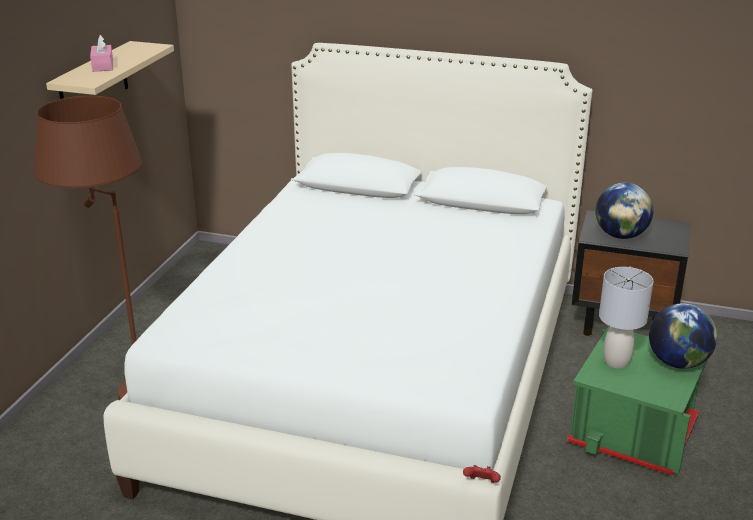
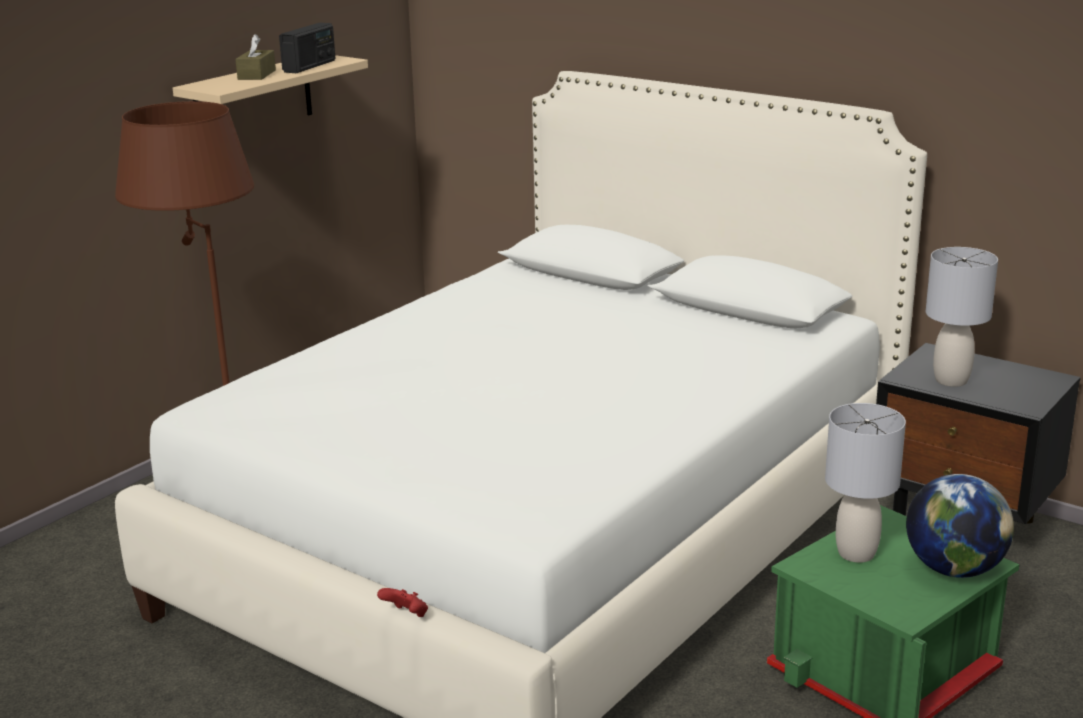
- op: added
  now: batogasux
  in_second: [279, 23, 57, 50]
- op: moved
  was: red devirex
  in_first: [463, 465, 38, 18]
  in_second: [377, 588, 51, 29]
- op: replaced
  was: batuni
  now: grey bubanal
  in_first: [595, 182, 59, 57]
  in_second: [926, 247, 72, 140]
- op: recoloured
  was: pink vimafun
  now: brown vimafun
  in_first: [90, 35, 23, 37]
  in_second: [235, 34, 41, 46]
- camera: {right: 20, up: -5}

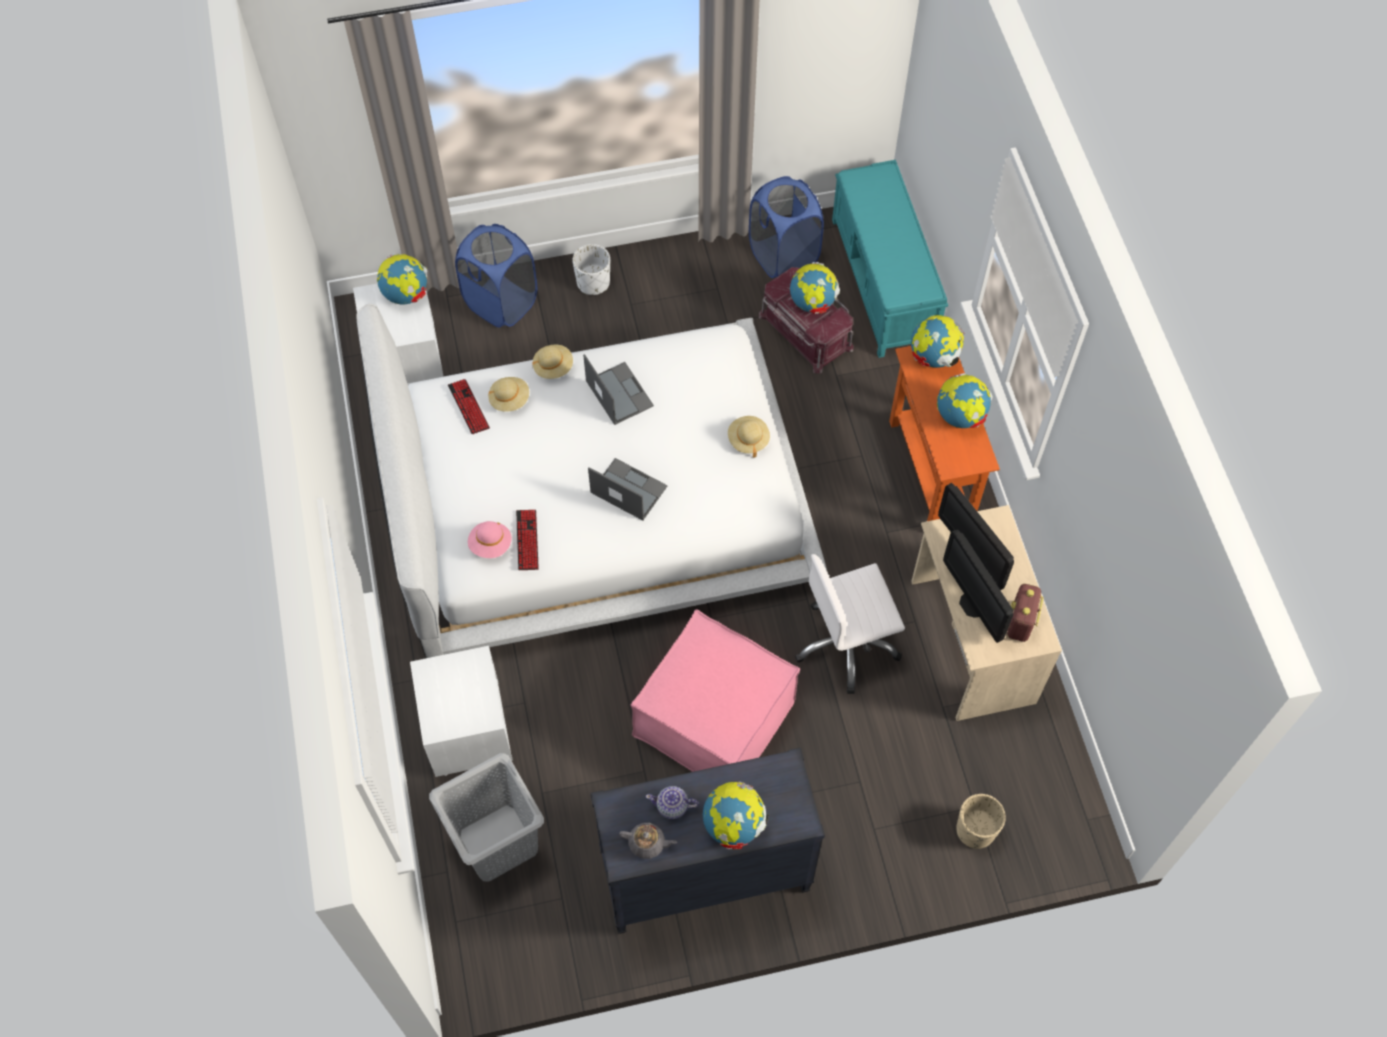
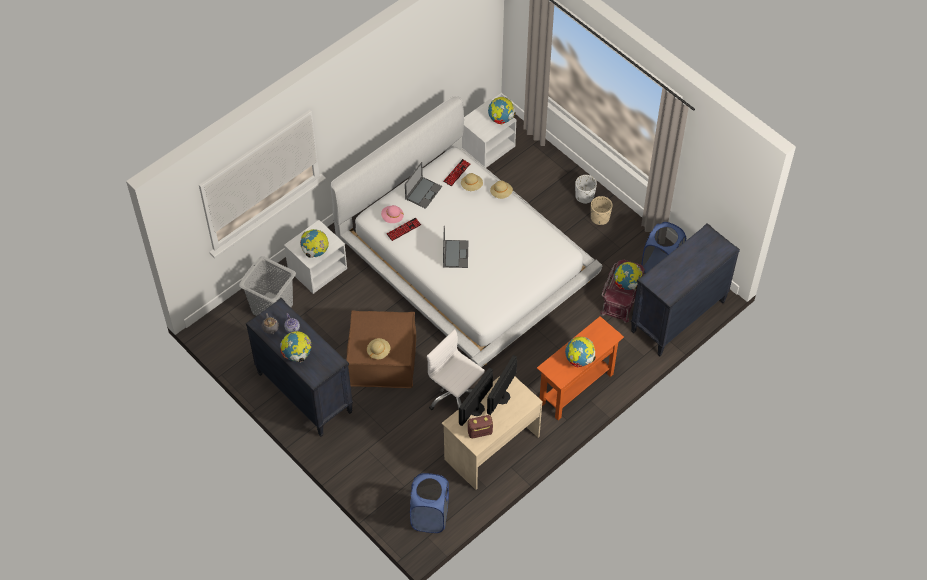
- op: moved
  was: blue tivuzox
  in_first: [455, 224, 82, 103]
  in_second: [410, 473, 39, 60]
- op: moved
  was: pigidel
  in_first: [583, 354, 71, 71]
  in_second: [405, 162, 37, 47]
- op: moved
  was: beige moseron
  in_first: [728, 416, 42, 42]
  in_second: [367, 338, 23, 21]
- op: moved
  was: batuni
  in_first: [911, 315, 53, 53]
  in_second: [300, 229, 29, 29]
- op: moved
  was: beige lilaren
  in_first: [956, 794, 50, 55]
  in_second: [591, 196, 21, 29]
- op: replaced
  was: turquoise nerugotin
  now: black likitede
  in_first: [832, 160, 116, 198]
  in_second: [631, 223, 109, 133]
- op: recoloured
  was: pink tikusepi
  now: brown tikusepi
  in_first: [630, 609, 170, 163]
  in_second: [346, 310, 70, 78]
- camera: {right: 60, up: -5}

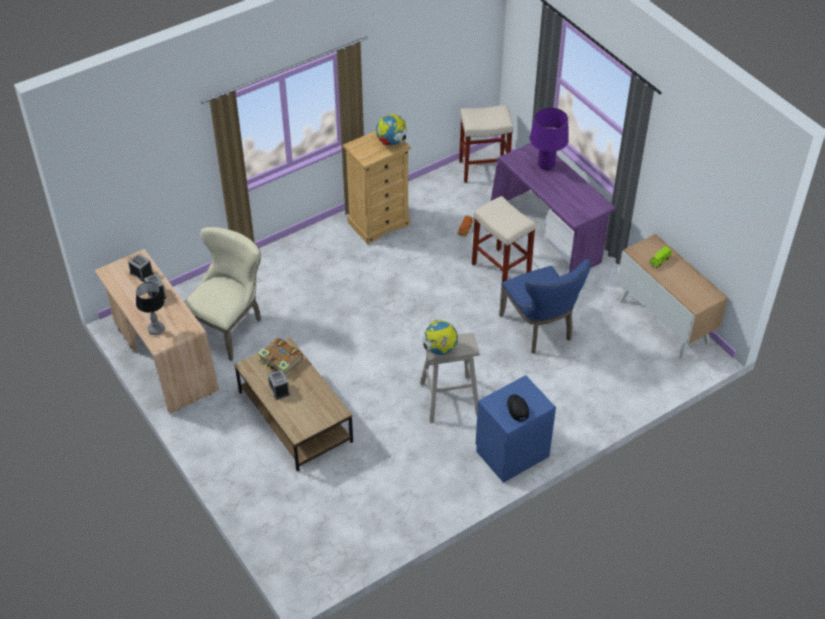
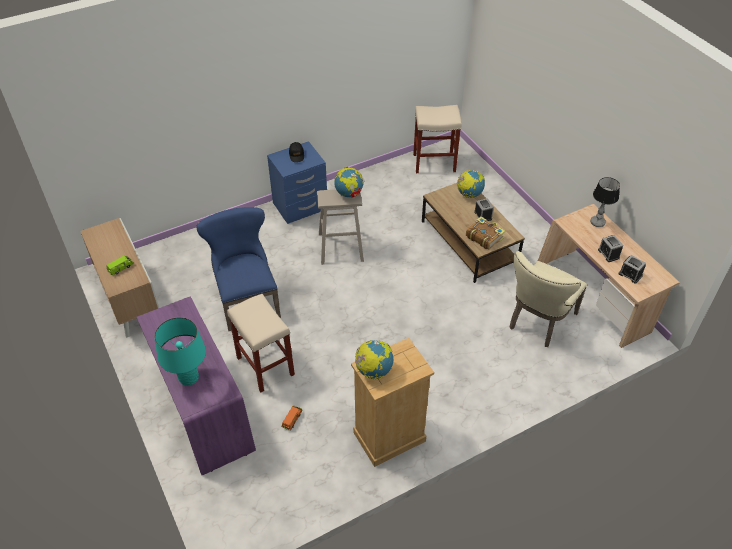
- op: added
  now: batuni
  in_second: [457, 170, 28, 28]
- op: moved
  was: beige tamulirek
  in_first: [459, 104, 55, 79]
  in_second: [413, 105, 49, 68]
- op: recoloured
  was: purple bubanal
  now: turquoise bubanal
  in_first: [530, 107, 39, 63]
  in_second: [154, 317, 52, 69]
- camera: {right: -175, up: 0}

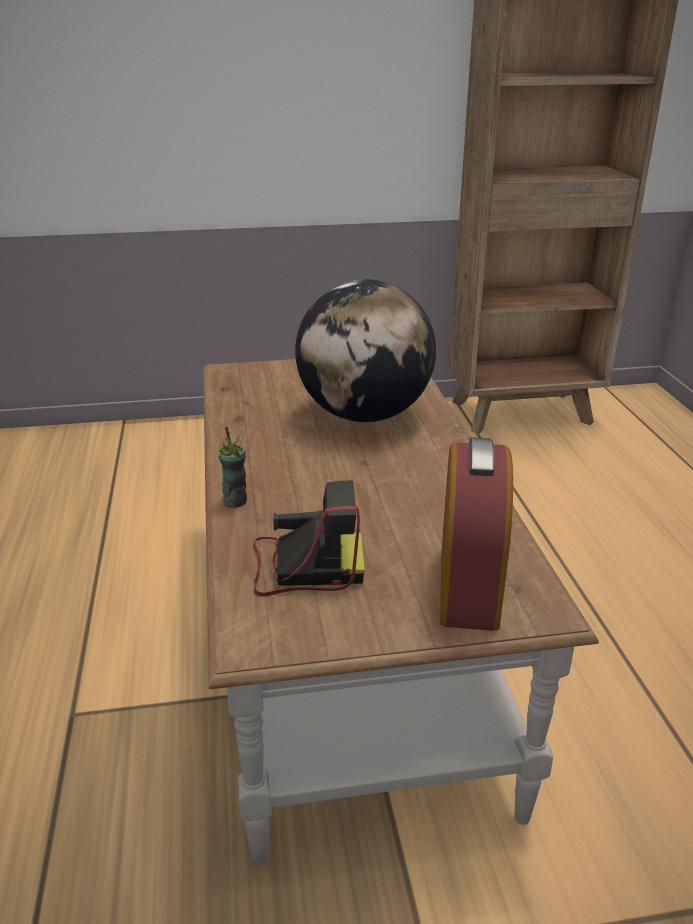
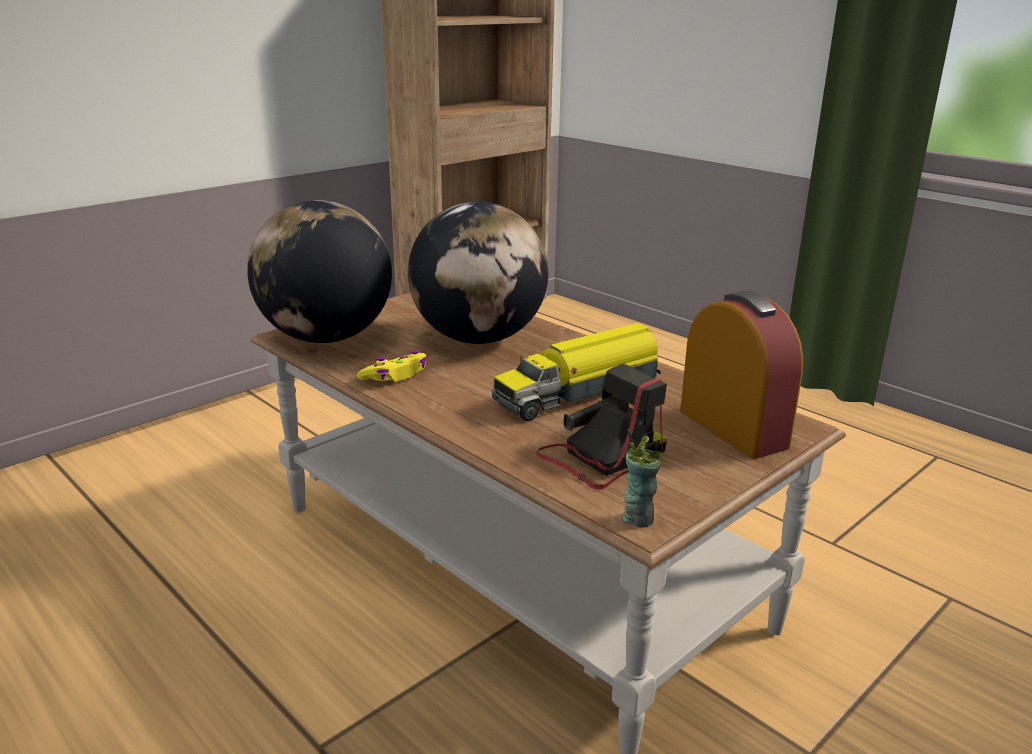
- op: added
  now: batuni
  in_second: [247, 200, 145, 143]
- op: added
  now: yellow devirex
  in_second: [356, 350, 72, 31]
- op: added
  now: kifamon
  in_second: [492, 323, 169, 98]
- op: moved
  was: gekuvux
  in_first: [217, 427, 30, 81]
  in_second: [622, 429, 40, 99]
- camera: {right: -35, up: -5}

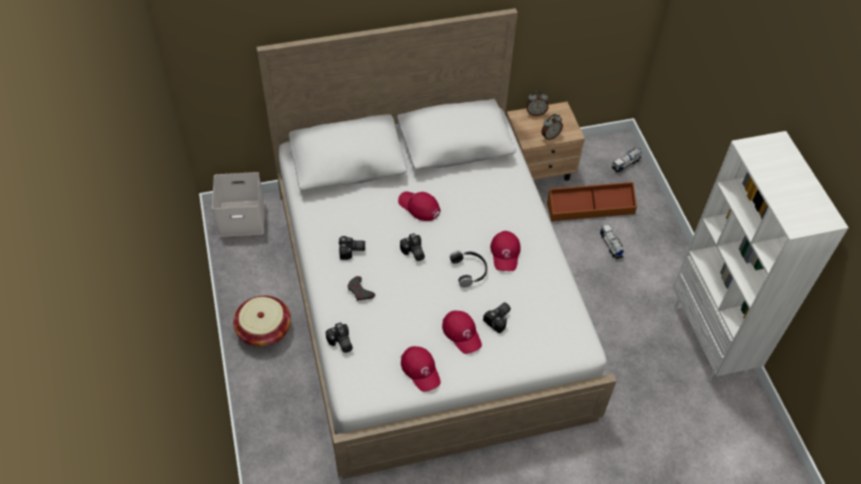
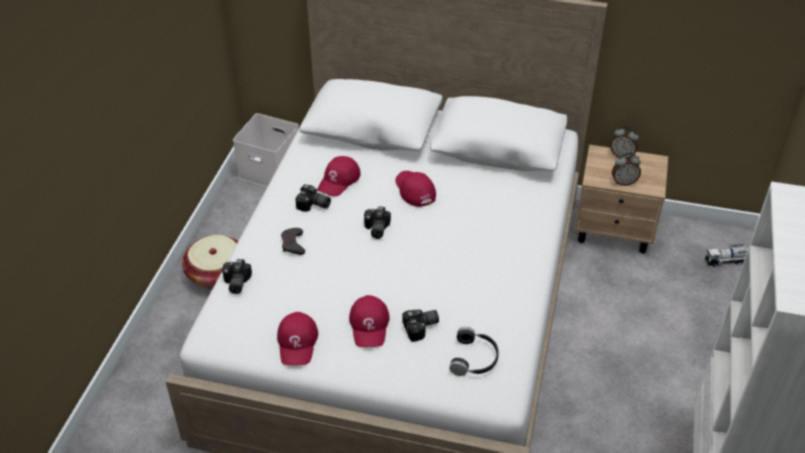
- op: removed
  was: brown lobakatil
  in_first: [547, 182, 90, 39]
- op: removed
  was: kifamon
  in_first: [600, 224, 24, 35]
- op: moved
  was: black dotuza
  in_first: [449, 251, 38, 36]
  in_second: [449, 327, 50, 49]
- op: moved
  was: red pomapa
  in_first: [490, 231, 31, 40]
  in_second: [317, 156, 44, 41]
- camera: {right: 30, up: -10}

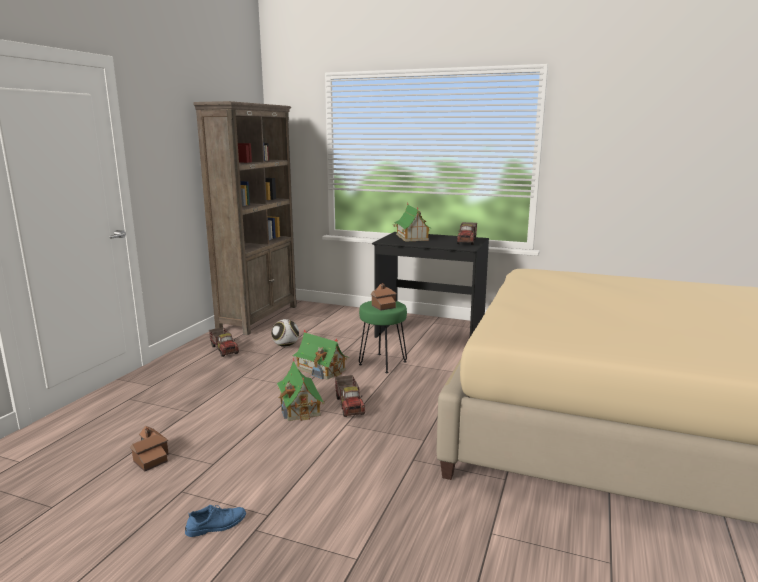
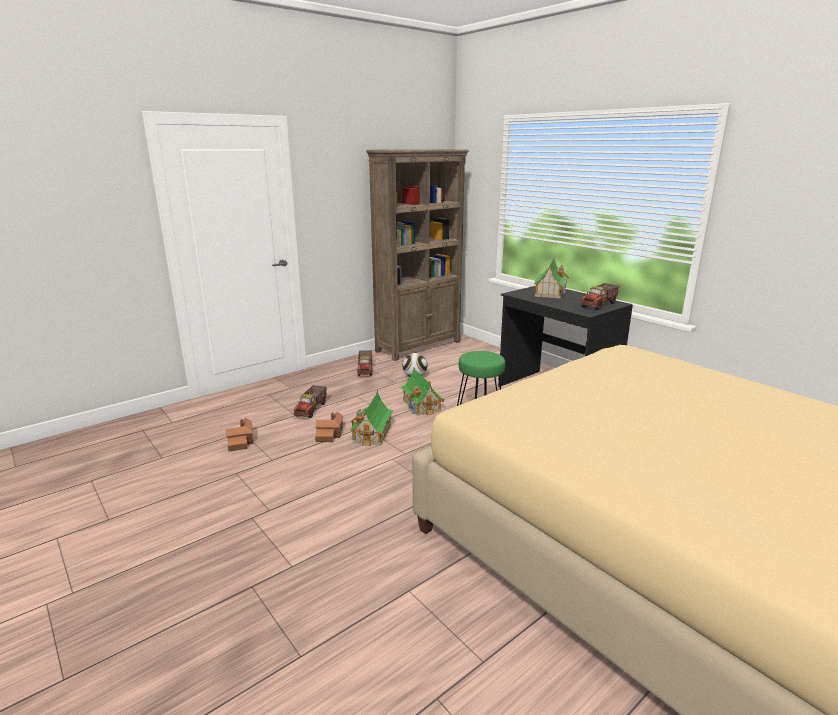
- op: removed
  was: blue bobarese
  in_first: [185, 505, 61, 32]
- op: moved
  was: kifamon
  in_first: [335, 375, 30, 42]
  in_second: [294, 385, 33, 33]
- op: moved
  was: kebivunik
  in_first: [371, 283, 26, 28]
  in_second: [315, 412, 28, 30]
- camera: {right: 30, up: 5}

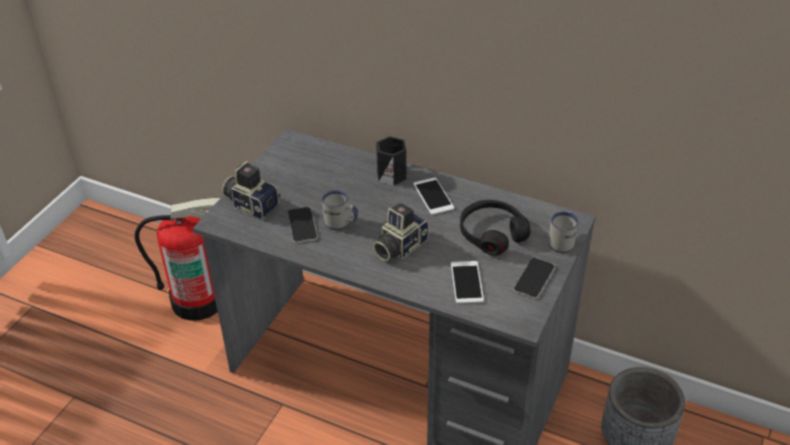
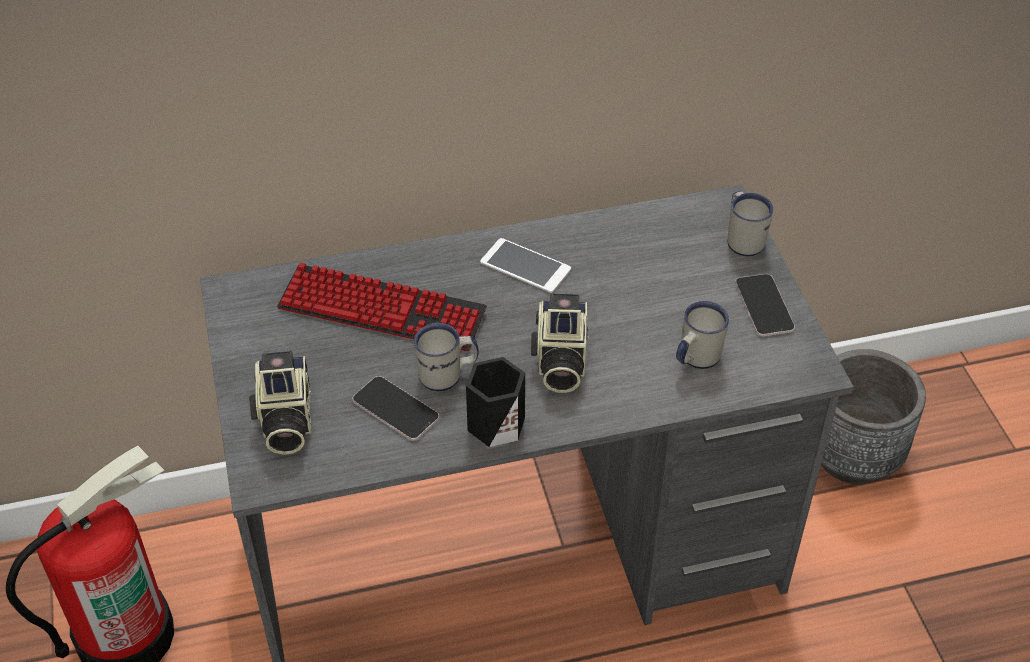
- op: removed
  was: black dotuza
  in_first: [460, 200, 70, 56]
- op: added
  now: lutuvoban
  in_second: [277, 262, 210, 89]
- op: moved
  was: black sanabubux
  in_first: [376, 136, 30, 50]
  in_second: [466, 357, 59, 90]
- op: replaced
  was: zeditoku
  now: white sanabubux
  in_first: [451, 261, 33, 43]
  in_second: [676, 301, 53, 68]
- op: turned
  was: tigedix
  in_first: [222, 161, 59, 59]
  in_second: [249, 351, 62, 104]
  clockwise: -90
- camera: {right: -40, up: 5}

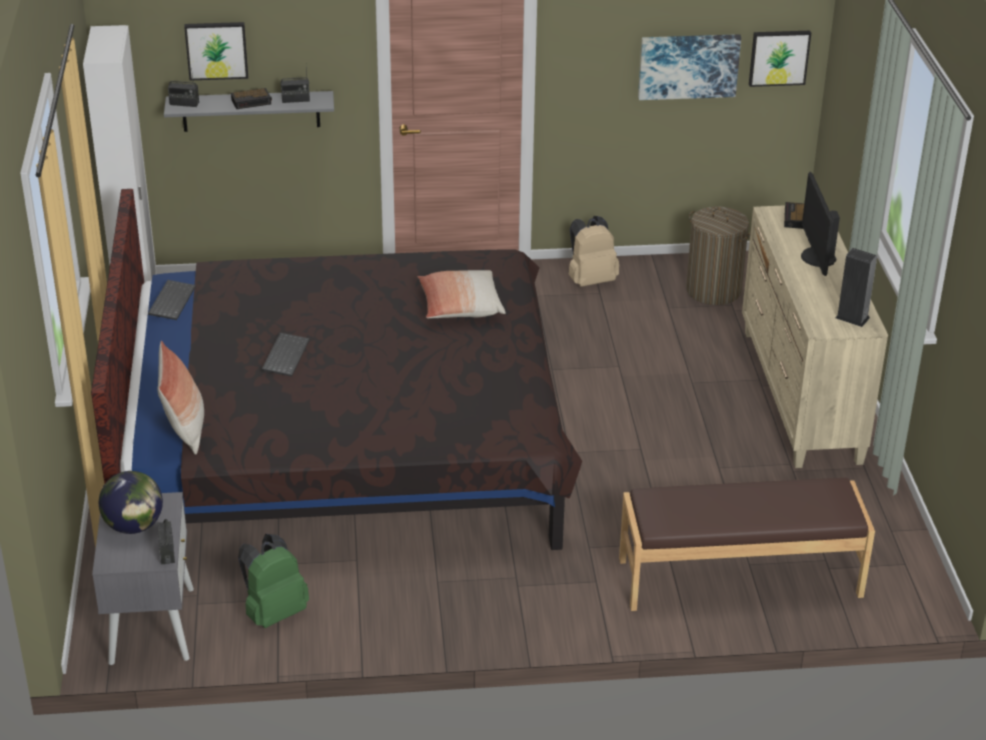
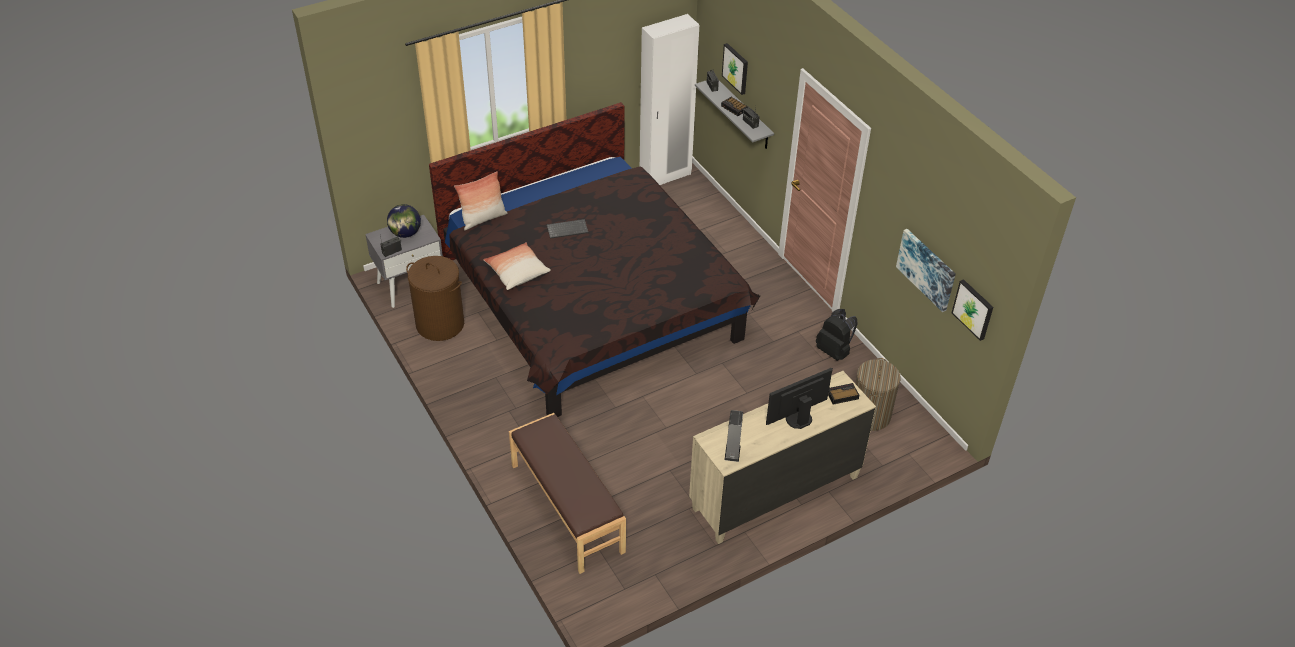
- op: removed
  was: lutuvoban
  in_first: [148, 280, 48, 40]
- op: moved
  was: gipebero
  in_first: [418, 270, 88, 48]
  in_second: [484, 243, 67, 47]
- op: replaced
  was: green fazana
  now: brown tivuzox
  in_first: [238, 534, 71, 94]
  in_second: [406, 256, 58, 85]
- op: recoloured
  was: beige fazana
  now: black fazana
  in_first: [569, 216, 50, 71]
  in_second: [816, 309, 41, 52]
- camera: {right: 65, up: 10}

